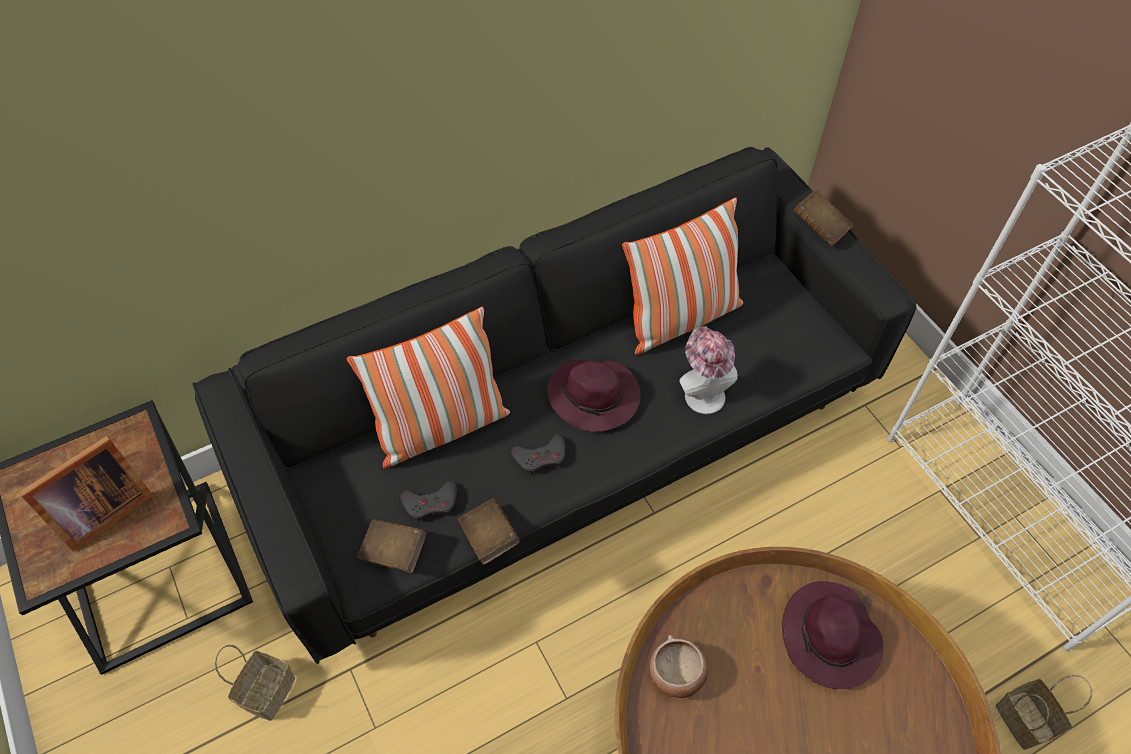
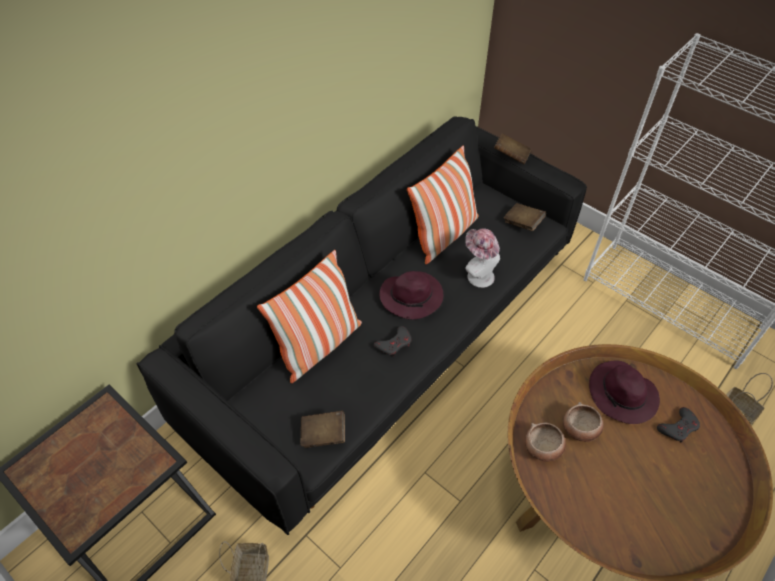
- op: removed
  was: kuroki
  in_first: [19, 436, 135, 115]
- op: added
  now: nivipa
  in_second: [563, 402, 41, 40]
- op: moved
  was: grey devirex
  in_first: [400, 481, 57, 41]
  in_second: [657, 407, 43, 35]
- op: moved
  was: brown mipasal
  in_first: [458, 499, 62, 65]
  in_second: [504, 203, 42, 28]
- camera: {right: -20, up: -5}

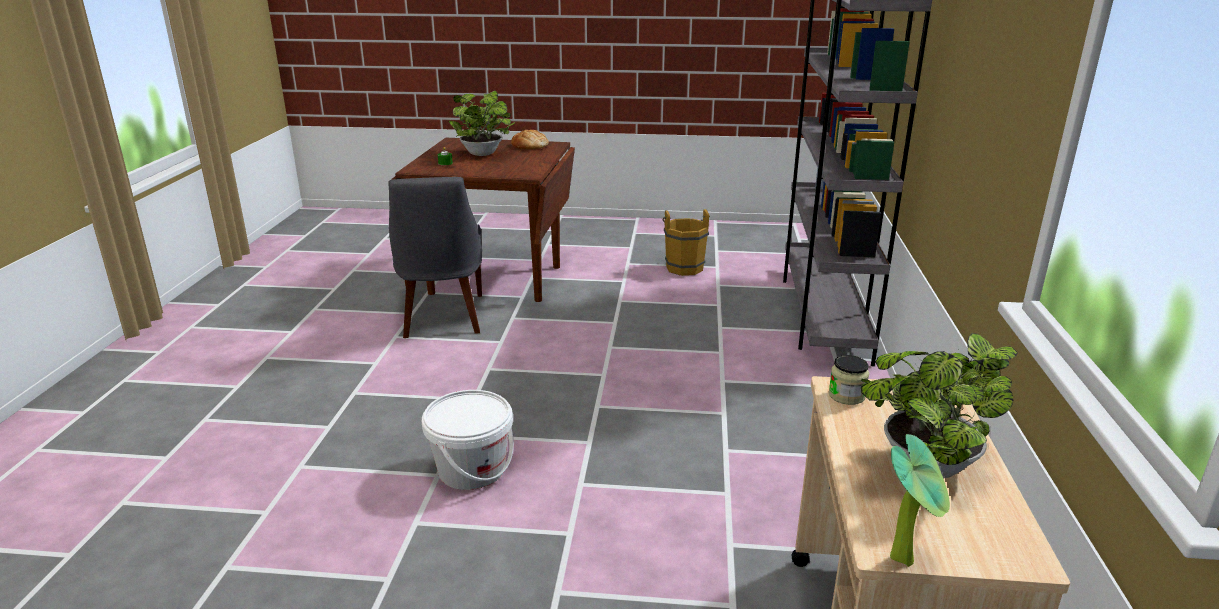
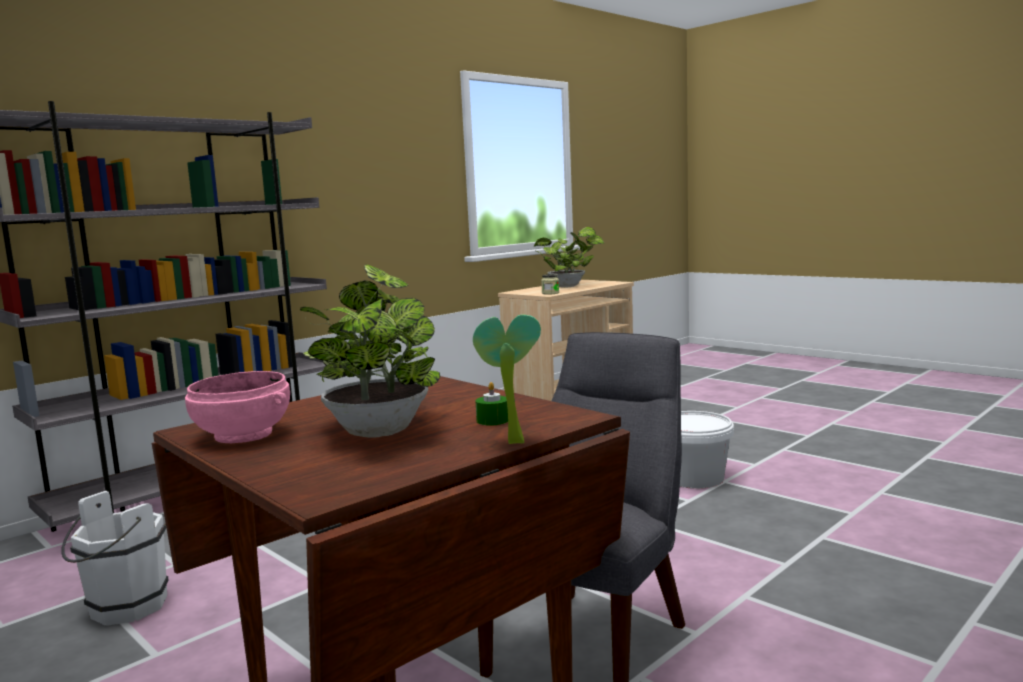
- op: moved
  was: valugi
  in_first: [890, 434, 60, 133]
  in_second: [473, 315, 68, 129]
- op: replaced
  was: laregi
  now: pink nivipa
  in_first: [511, 130, 38, 19]
  in_second: [185, 371, 105, 72]
- op: recoloured
  was: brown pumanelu
  now: white pumanelu
  in_first: [662, 209, 48, 67]
  in_second: [61, 491, 108, 135]
- camera: {right: -140, up: -15}

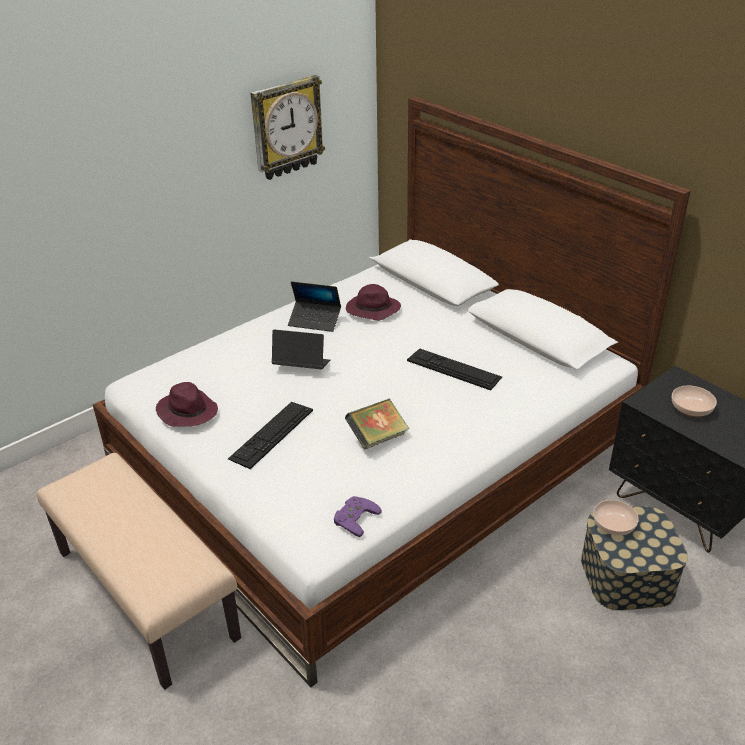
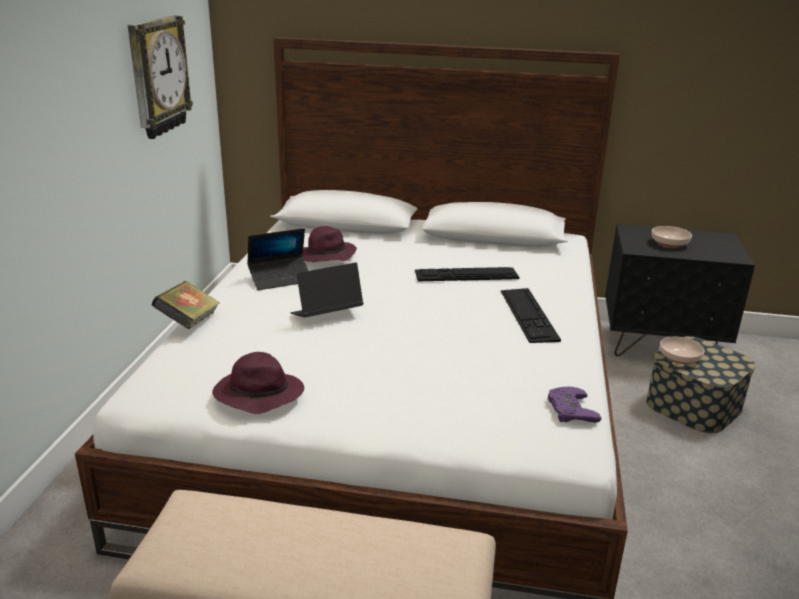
- op: moved
  was: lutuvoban
  in_first: [228, 402, 85, 67]
  in_second: [501, 288, 60, 55]
- op: moved
  was: mipasal
  in_first: [345, 399, 65, 51]
  in_second: [152, 281, 68, 48]
- camera: {right: -40, up: -10}

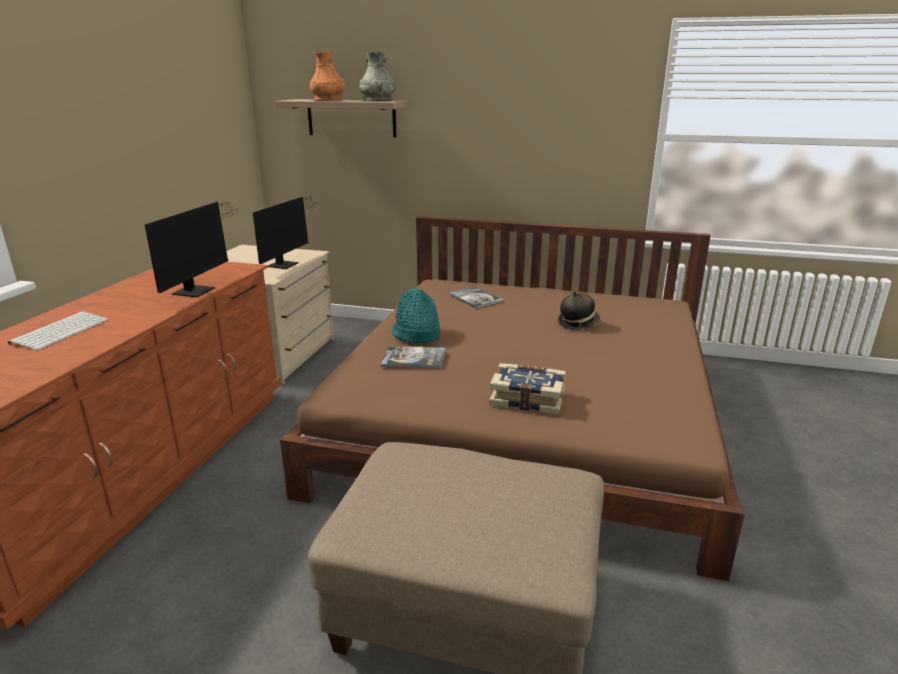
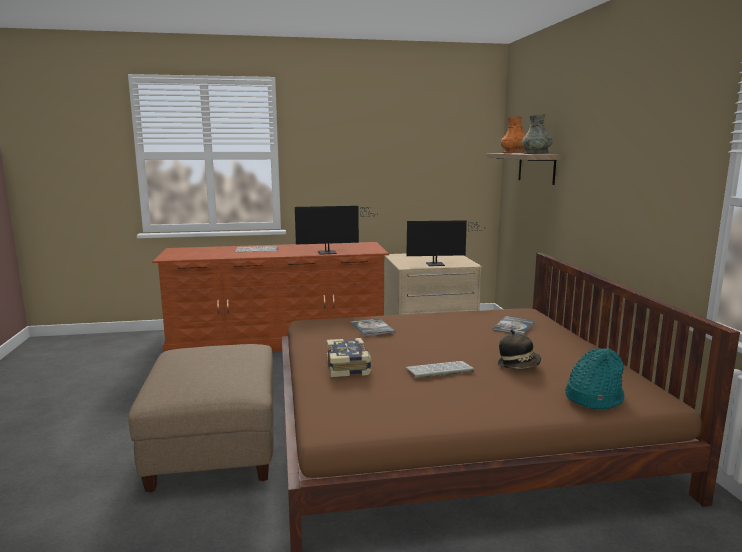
- op: added
  now: lutuvoban
  in_second: [406, 361, 68, 17]
- op: moved
  was: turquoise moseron
  in_first: [391, 288, 49, 55]
  in_second: [565, 348, 59, 62]
- camera: {right: 65, up: -10}

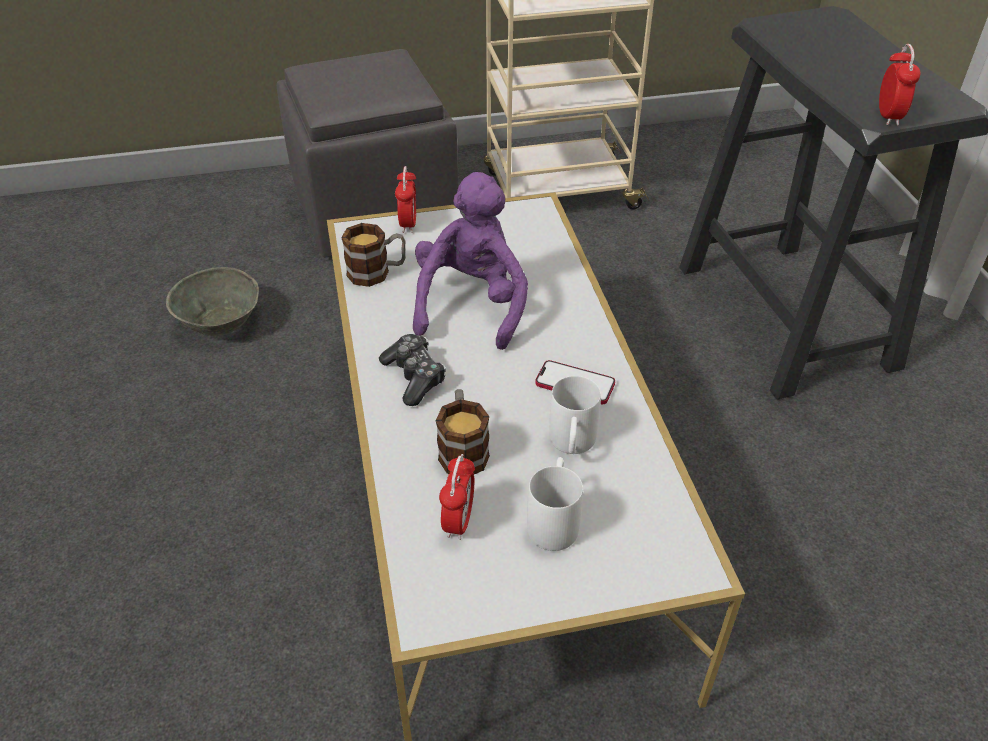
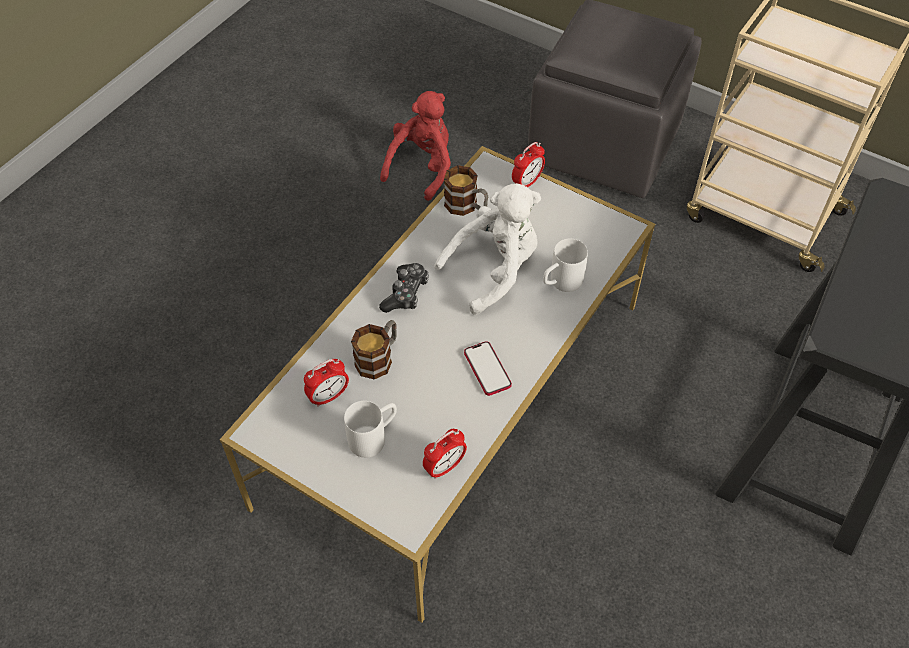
- op: moved
  was: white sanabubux
  in_first: [549, 376, 52, 78]
  in_second: [543, 239, 45, 53]
- op: moved
  was: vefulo
  in_first: [879, 44, 42, 82]
  in_second: [423, 429, 44, 50]
- op: replaced
  was: grey nivipa
  now: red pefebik
  in_first: [166, 267, 93, 69]
  in_second: [380, 91, 71, 110]
- op: recoloured
  was: purple pefebik
  now: white pefebik
  in_first: [413, 172, 115, 178]
  in_second: [434, 183, 107, 132]
- camera: {right: 45, up: 10}

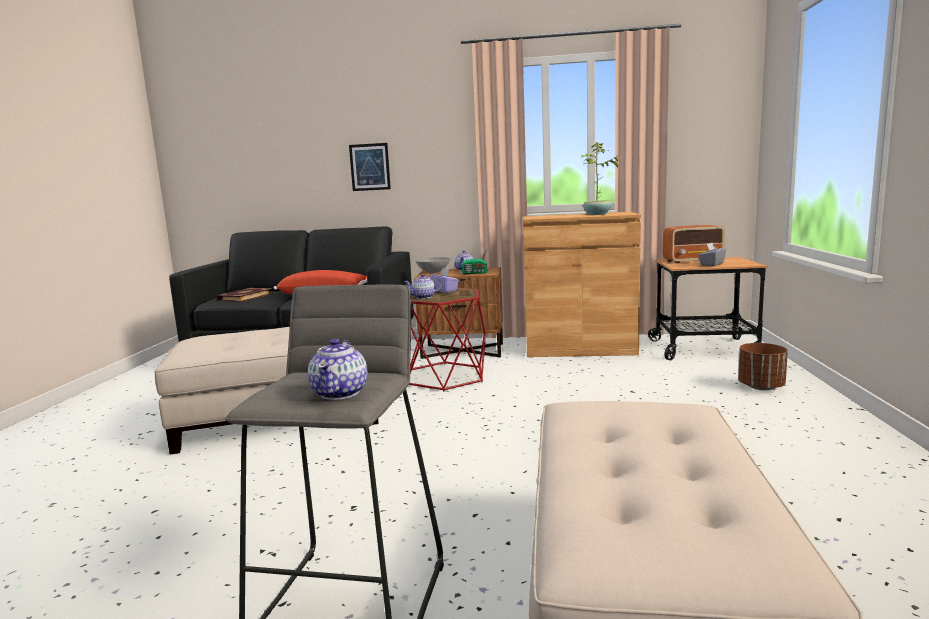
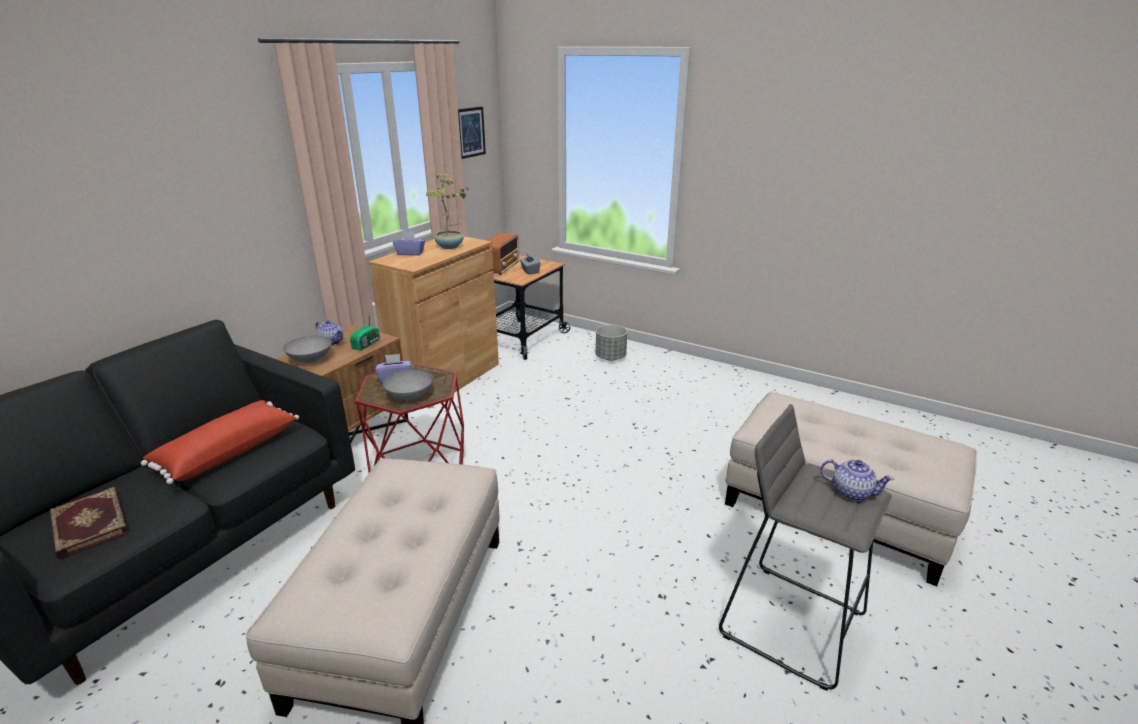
- op: added
  now: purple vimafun
  in_second: [393, 231, 32, 25]
- op: moved
  was: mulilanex
  in_first: [349, 143, 42, 48]
  in_second: [458, 107, 28, 52]
- op: replaced
  was: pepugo
  now: grey nivipa
  in_first: [404, 274, 38, 25]
  in_second: [383, 369, 50, 32]
- op: recoloured
  was: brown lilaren
  now: grey lilaren
  in_first: [738, 343, 50, 47]
  in_second: [596, 325, 31, 36]
- camera: {right: -65, up: 15}

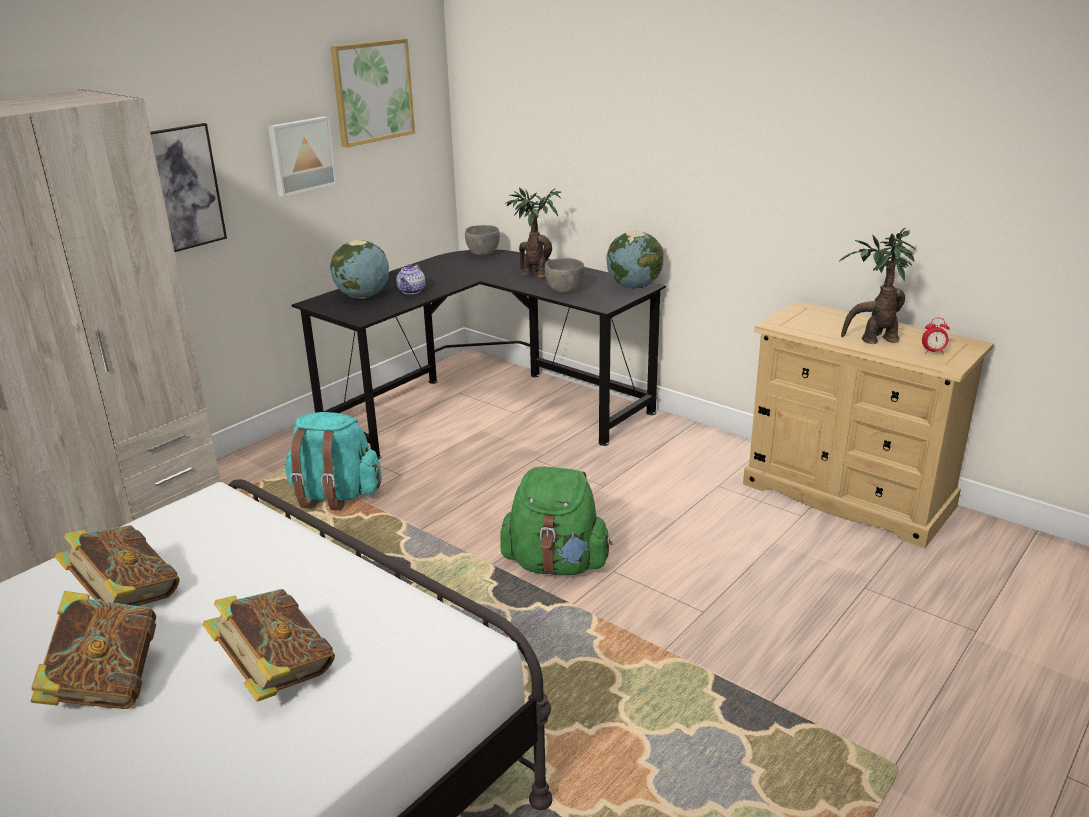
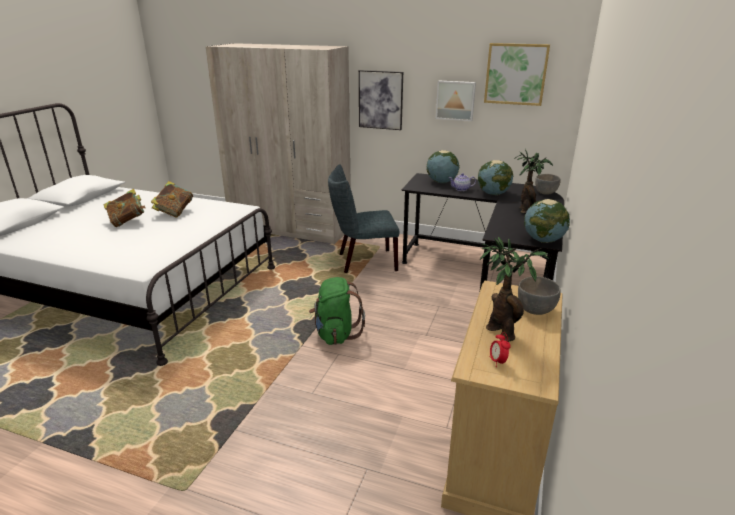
- op: removed
  was: mipasal
  in_first: [203, 589, 132, 113]
- op: added
  now: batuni
  in_second: [478, 160, 35, 35]
- op: moved
  was: grey nivipa
  in_first: [545, 258, 39, 35]
  in_second: [518, 276, 43, 39]
- op: replaced
  was: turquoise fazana
  now: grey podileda
  in_first: [285, 412, 97, 98]
  in_second: [328, 164, 72, 109]
- camera: {right: 70, up: 0}

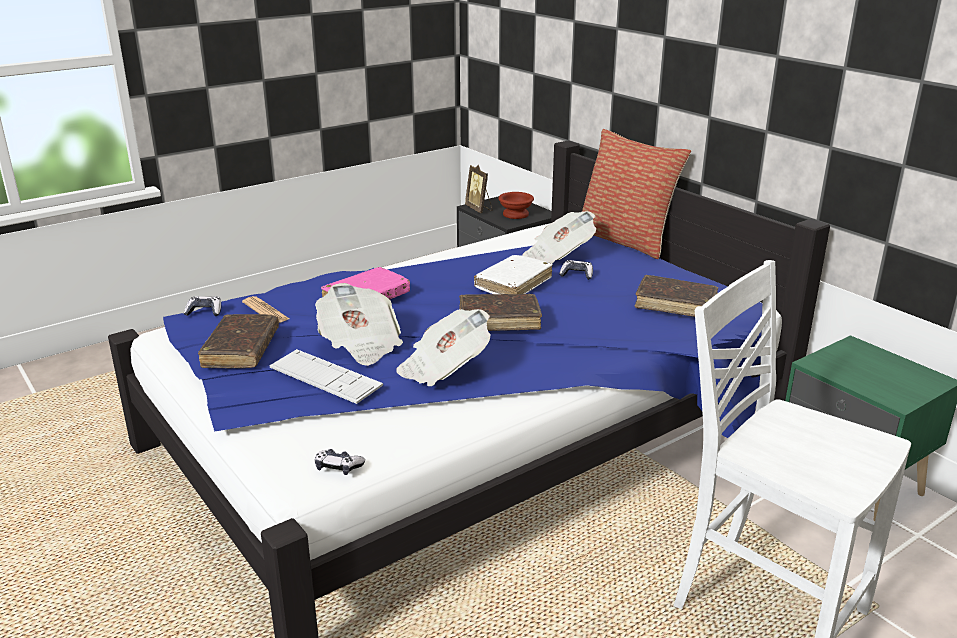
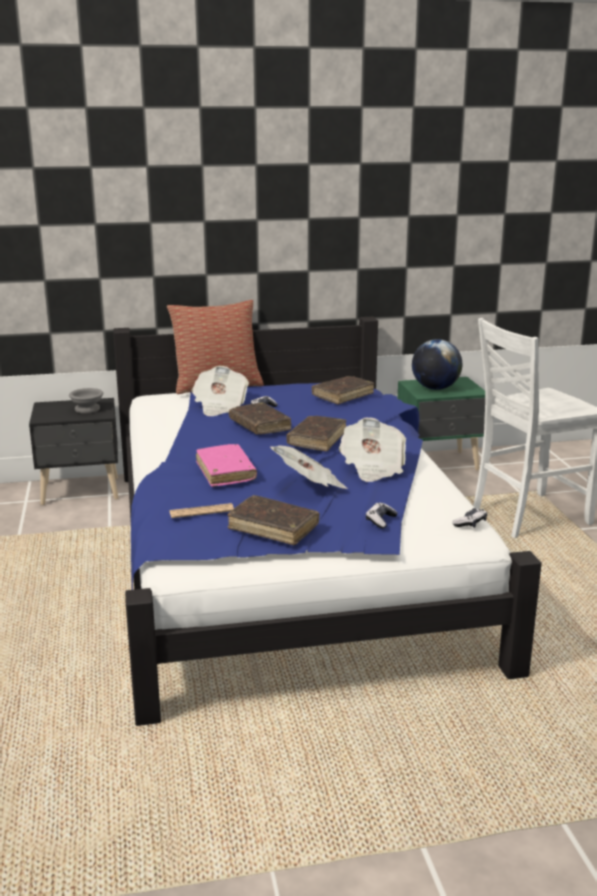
- op: removed
  was: lutuvoban
  in_first: [270, 349, 113, 55]
- op: removed
  was: kuroki
  in_first: [465, 165, 28, 48]
- op: added
  now: batuni
  in_second: [412, 339, 50, 51]
- op: moved
  was: devirex
  in_first: [184, 296, 37, 20]
  in_second: [366, 503, 32, 26]
- op: recoloured
  was: white mipasal
  now: brown mipasal
  in_first: [474, 255, 79, 39]
  in_second: [229, 402, 62, 33]
- op: recoloured
  was: brown nivipa
  now: grey nivipa
  in_first: [498, 192, 36, 27]
  in_second: [69, 388, 34, 26]
- camera: {right: -65, up: -5}

